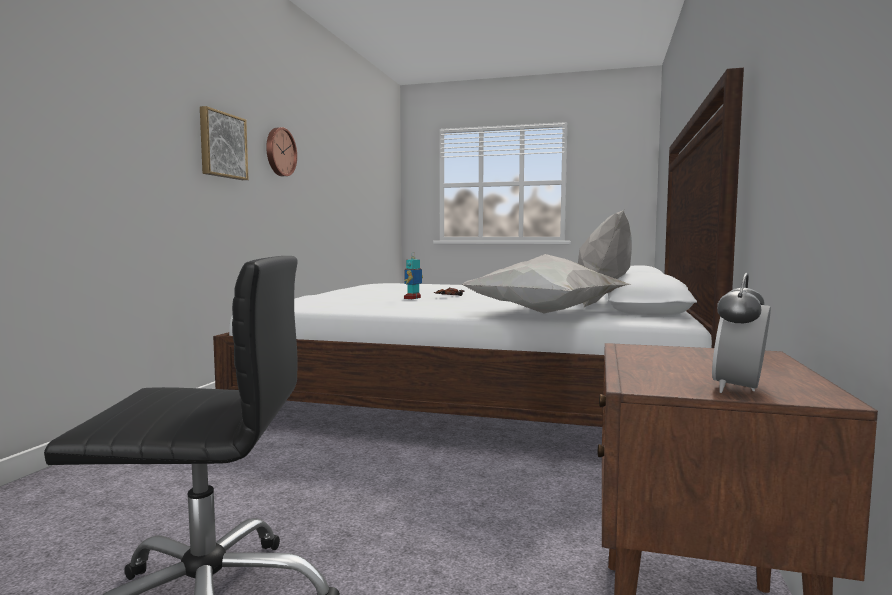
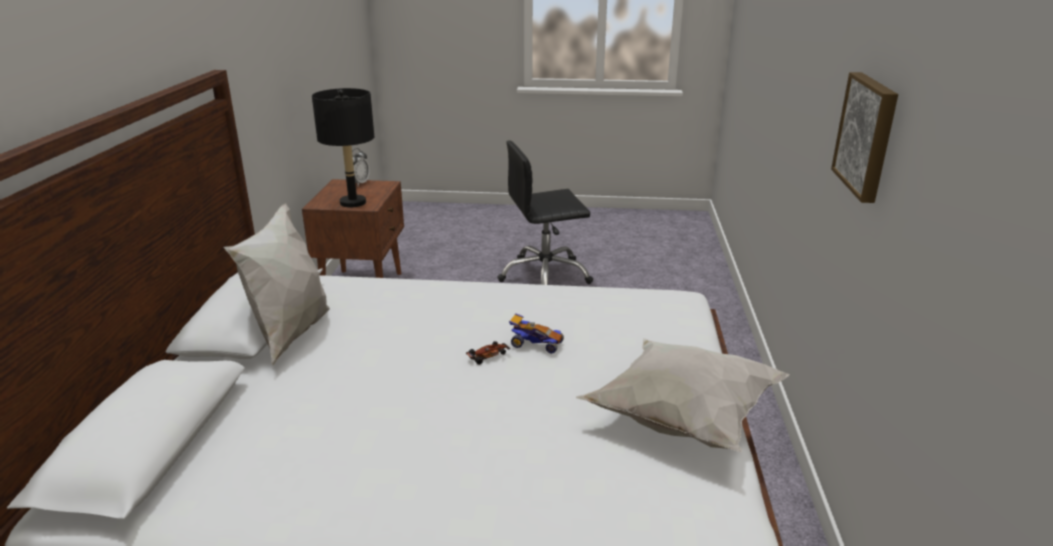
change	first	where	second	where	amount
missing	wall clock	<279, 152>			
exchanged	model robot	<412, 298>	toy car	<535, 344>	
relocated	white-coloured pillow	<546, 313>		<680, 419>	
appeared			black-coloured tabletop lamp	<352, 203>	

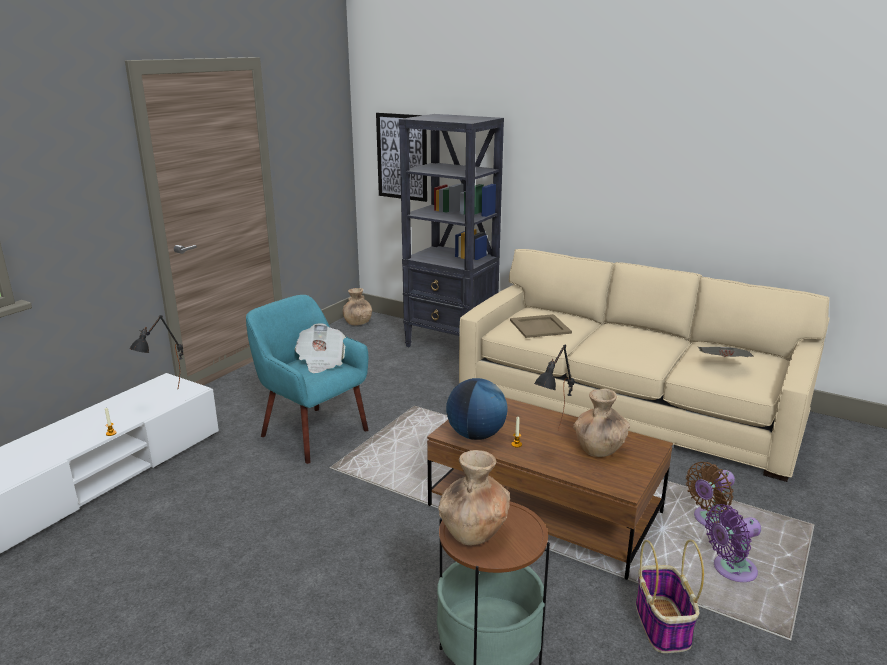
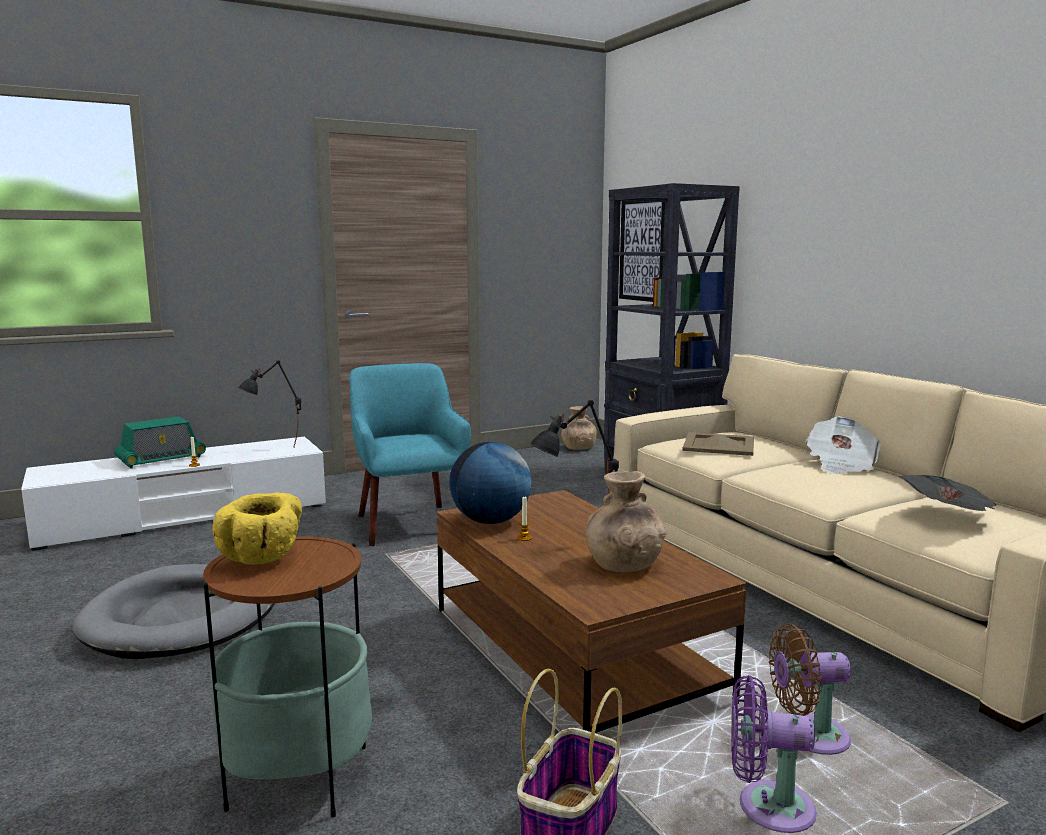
change	first	where	second	where	amount
relocated	printed paper	<321, 361>		<841, 465>	
exchanged	brown-coloured decorative vase	<474, 531>	yellow serving bowl	<263, 557>	
appeared			radio	<161, 459>	
appeared			gray dog bed	<184, 617>	

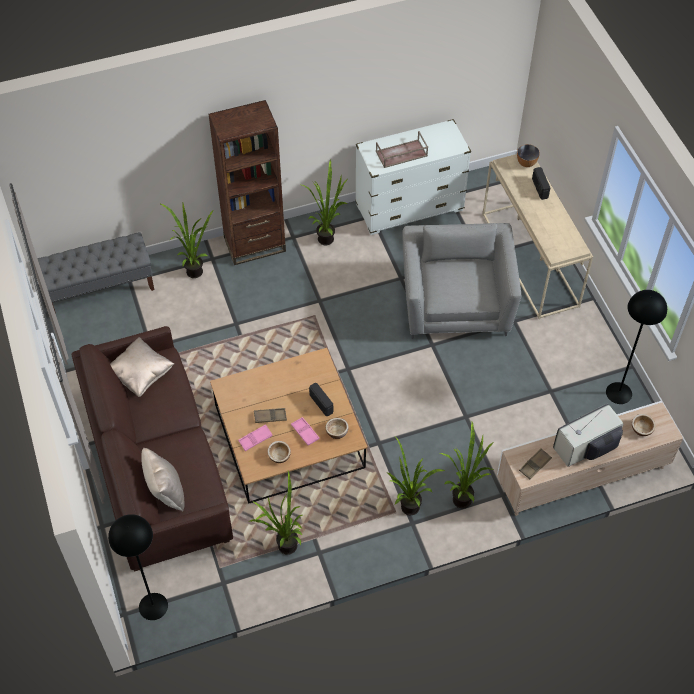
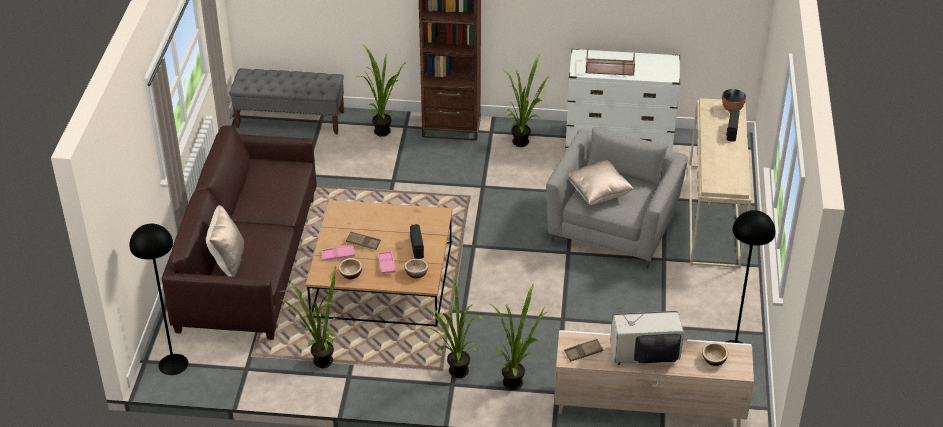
change	first	where	second	where	amount
relocated	beige-coloured pillow	<141, 374>		<598, 193>	

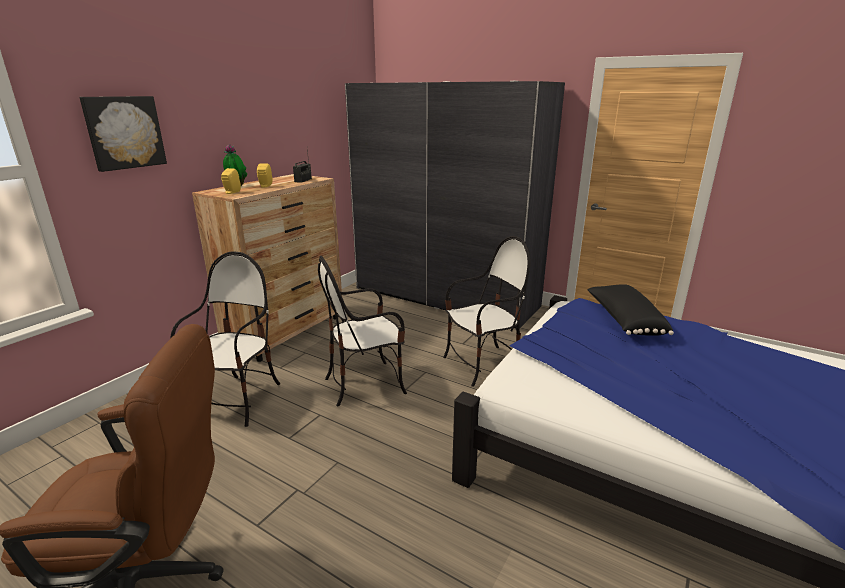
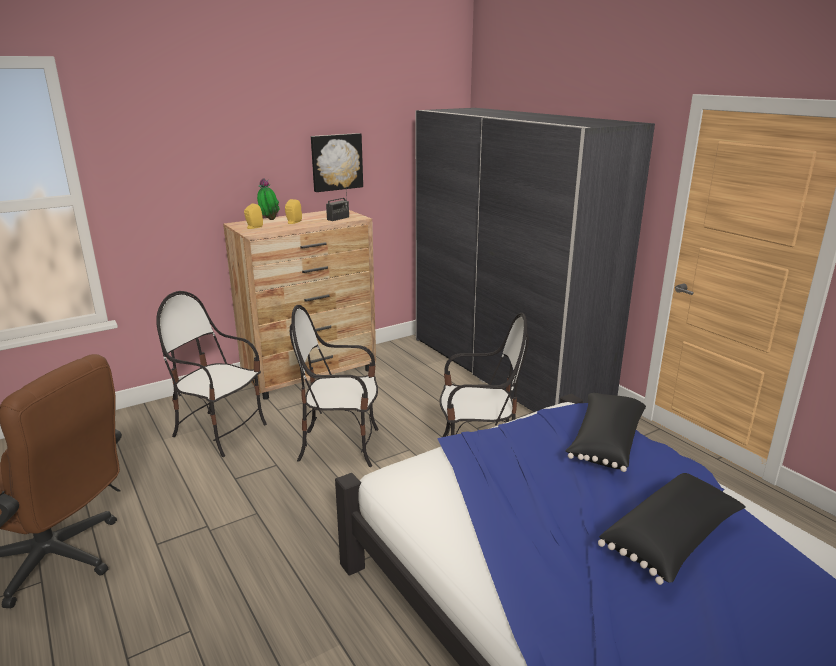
change	first	where	second	where	amount
relocated	wall picture	<124, 132>		<336, 162>	
spun	upright chair	<237, 400>		<220, 432>	105 degrees counterclockwise
appeared			black-coloured pillow	<672, 540>	

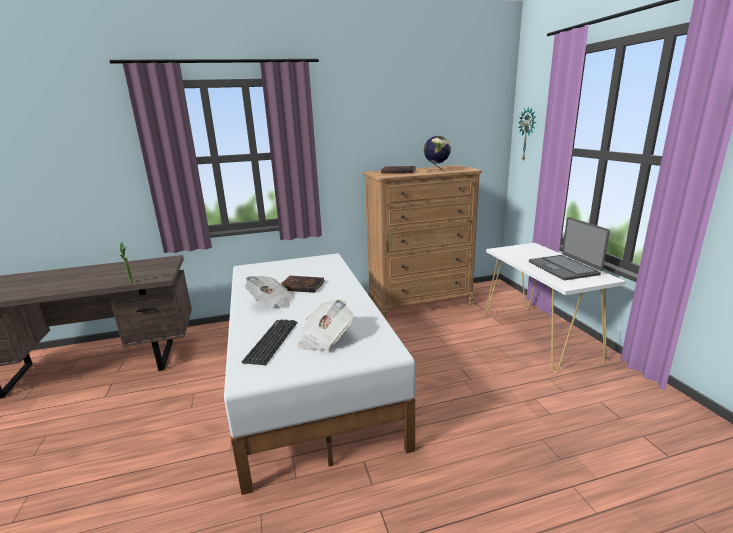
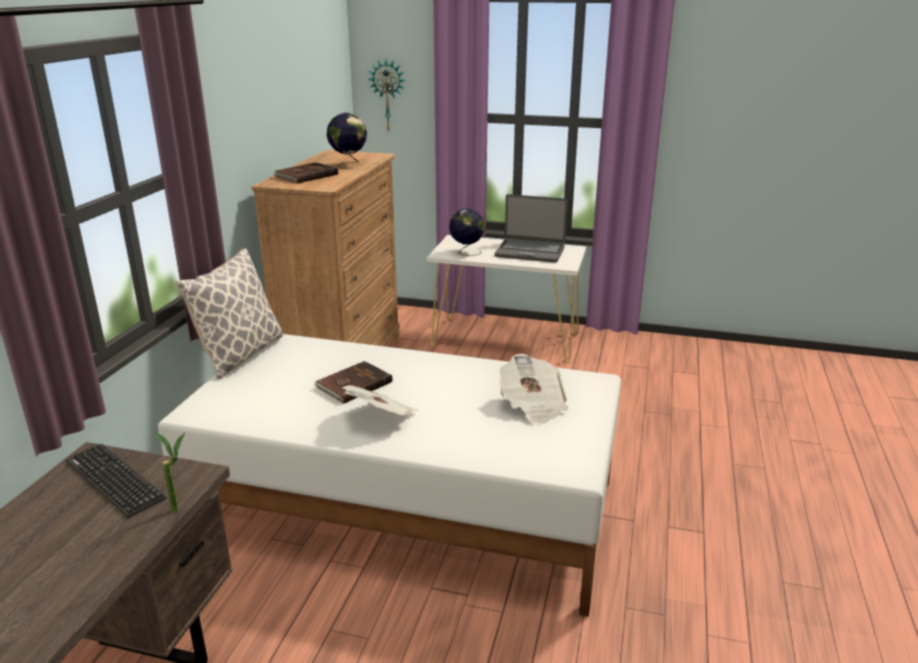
change	first	where	second	where	amount
relocated	PC keyboard	<271, 341>		<114, 480>	
appeared			desk globe	<466, 252>	
appeared			pillow	<239, 354>	

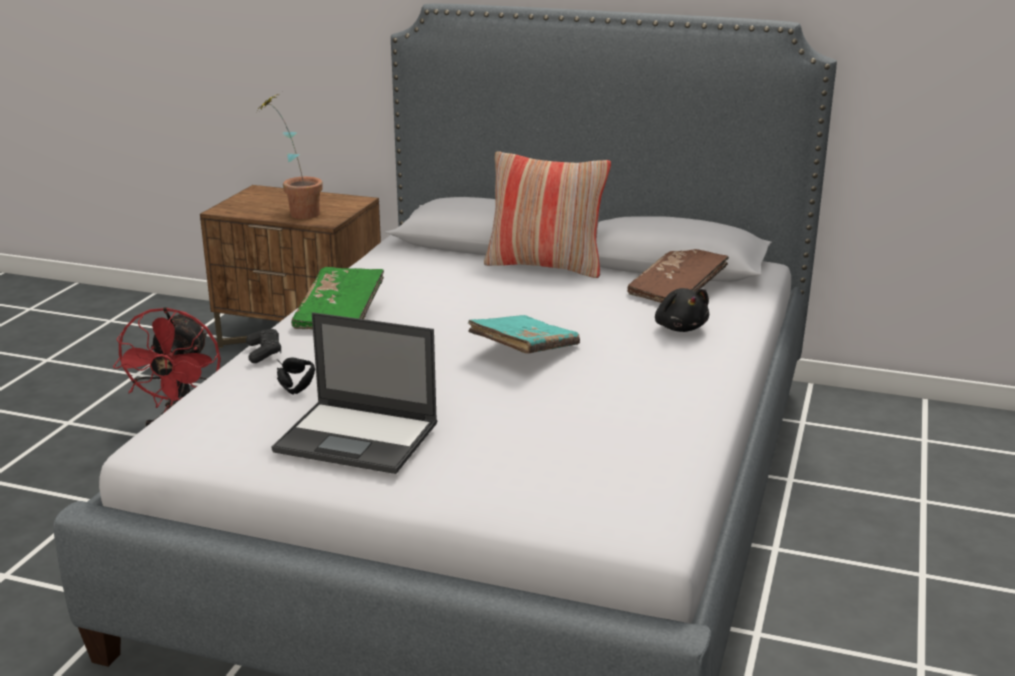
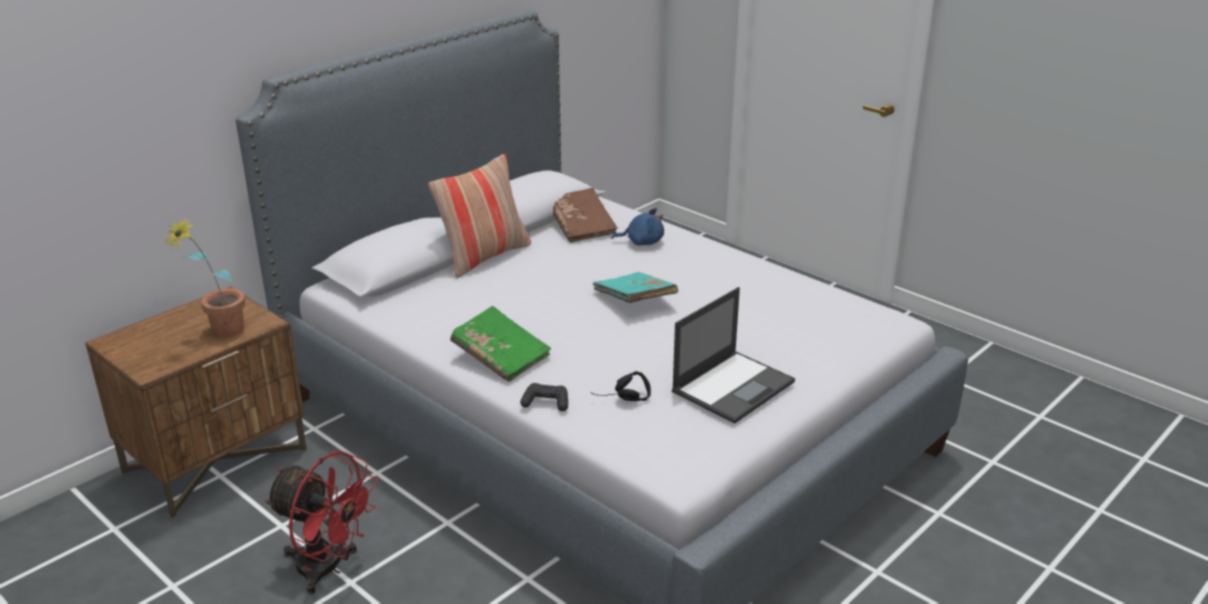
change	first	where	second	where	amount
colour	black-coloured cuddly toy	<680, 327>	blue cuddly toy	<642, 242>	

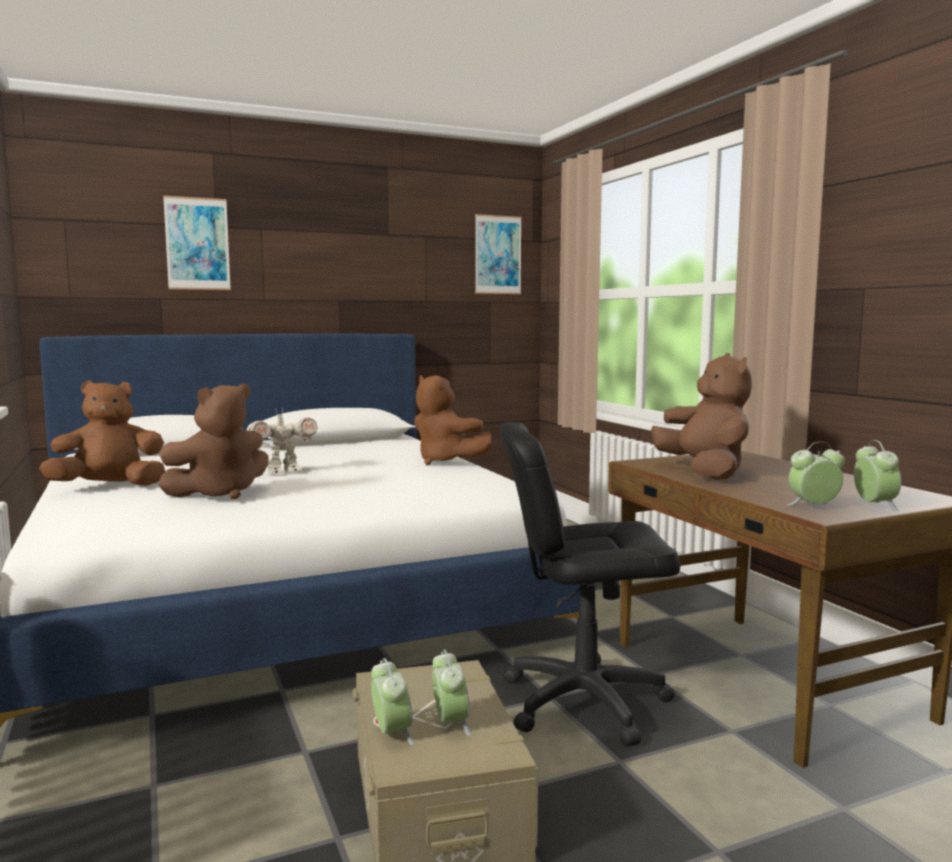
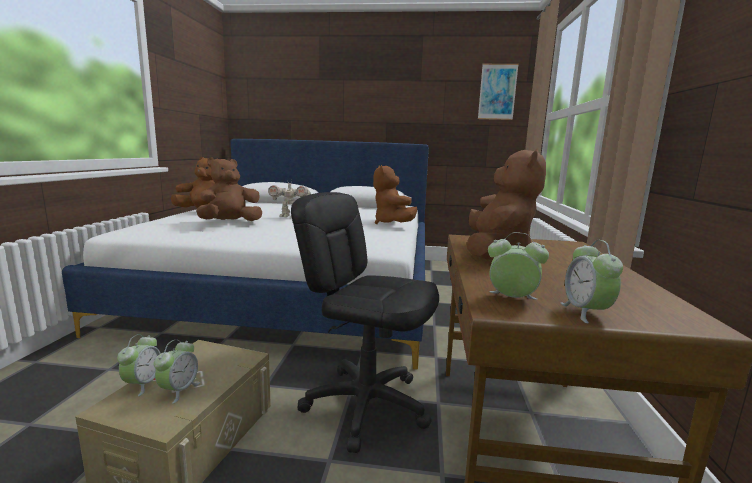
change	first	where	second	where	amount
missing	wall picture	<197, 244>			
spun	brown-coloured cuddly toy	<219, 493>		<230, 222>	150 degrees clockwise
spun	table clock	<874, 505>		<586, 312>	150 degrees clockwise

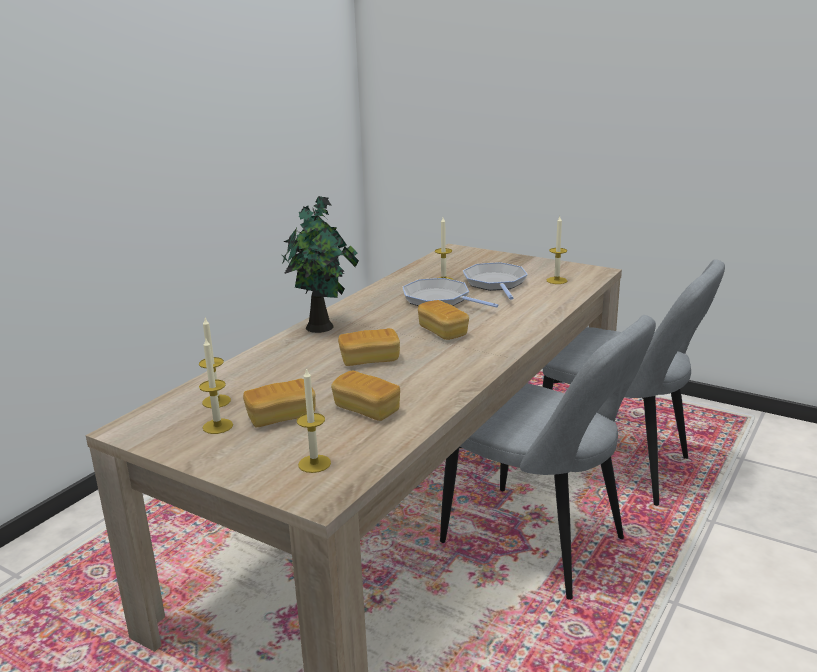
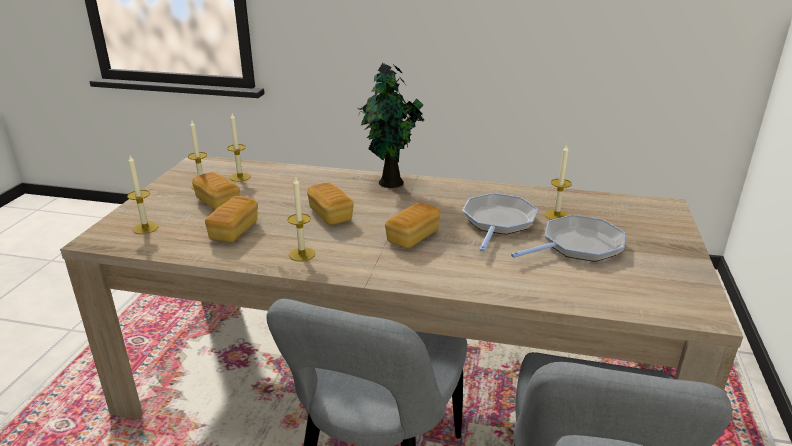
change	first	where	second	where	amount
relocated	wax light	<556, 280>		<302, 254>	

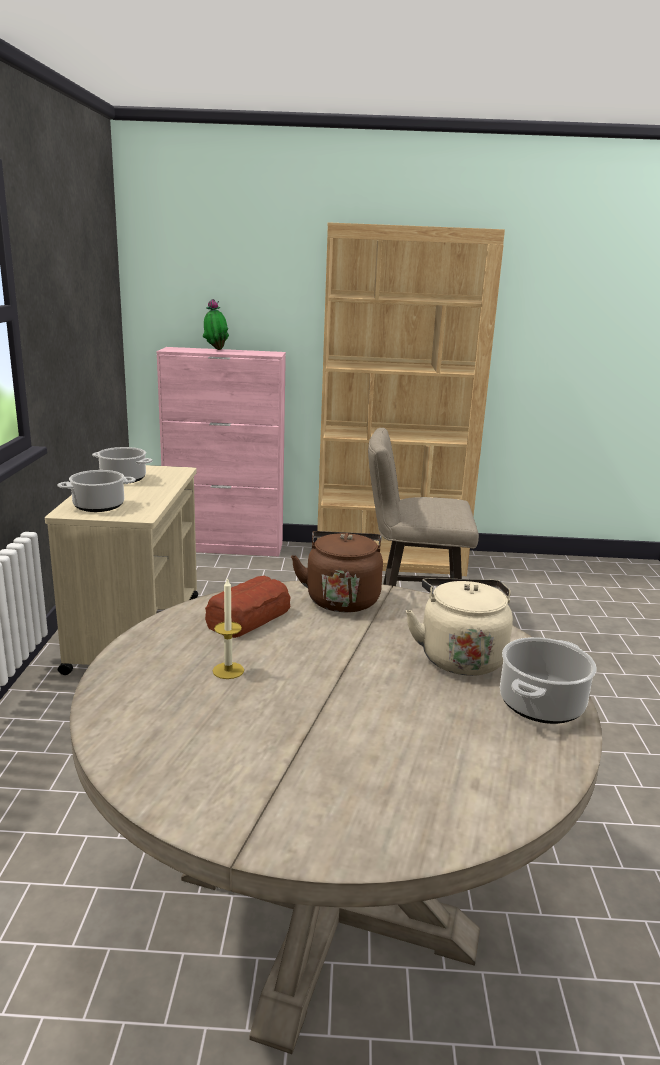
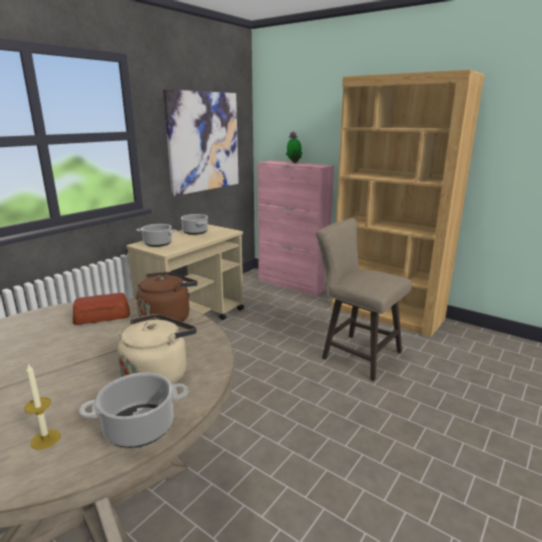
change	first	where	second	where	amount
relocated	wax light	<228, 670>		<45, 439>	
appeared			wall picture	<203, 142>	

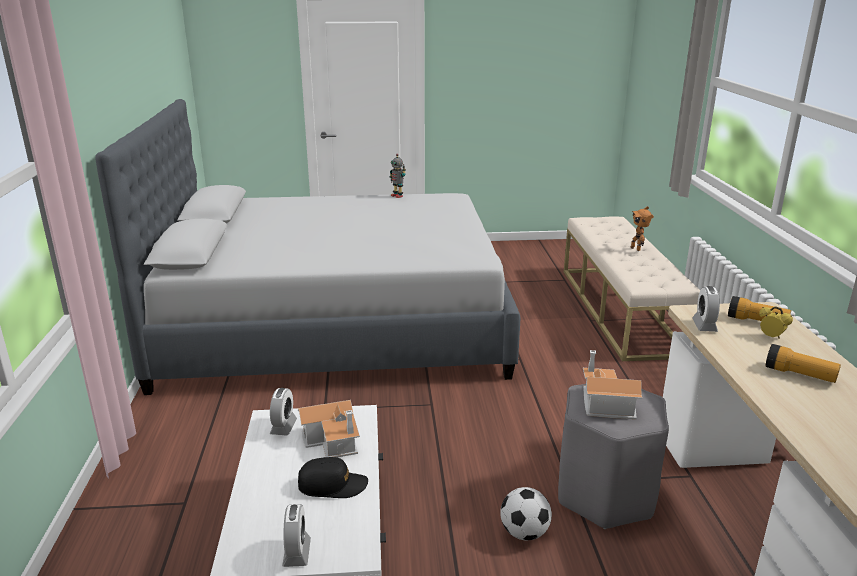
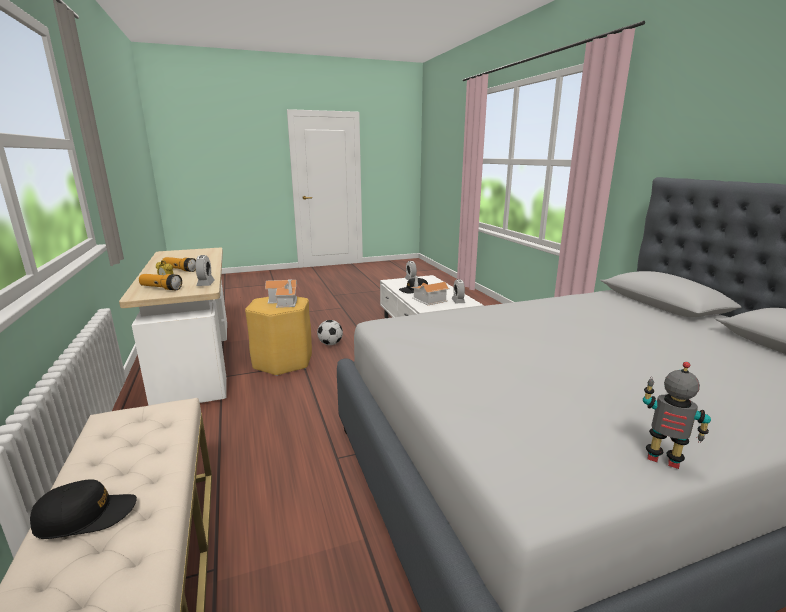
change	first	where	second	where	amount
exchanged	model robot	<636, 249>	black-coloured baseball cap	<86, 516>	
colour	gray stool seat	<604, 494>	yellow stool seat	<283, 362>	

